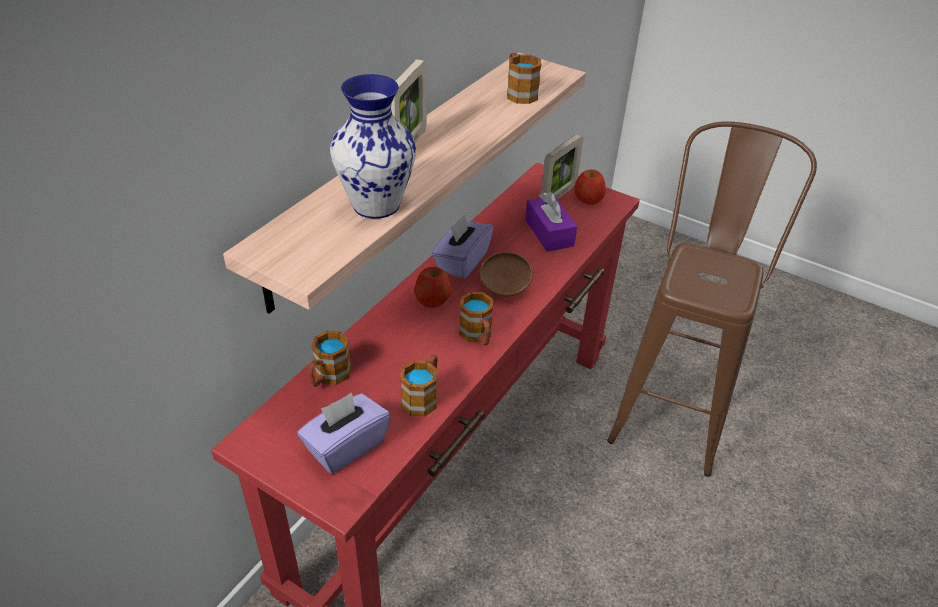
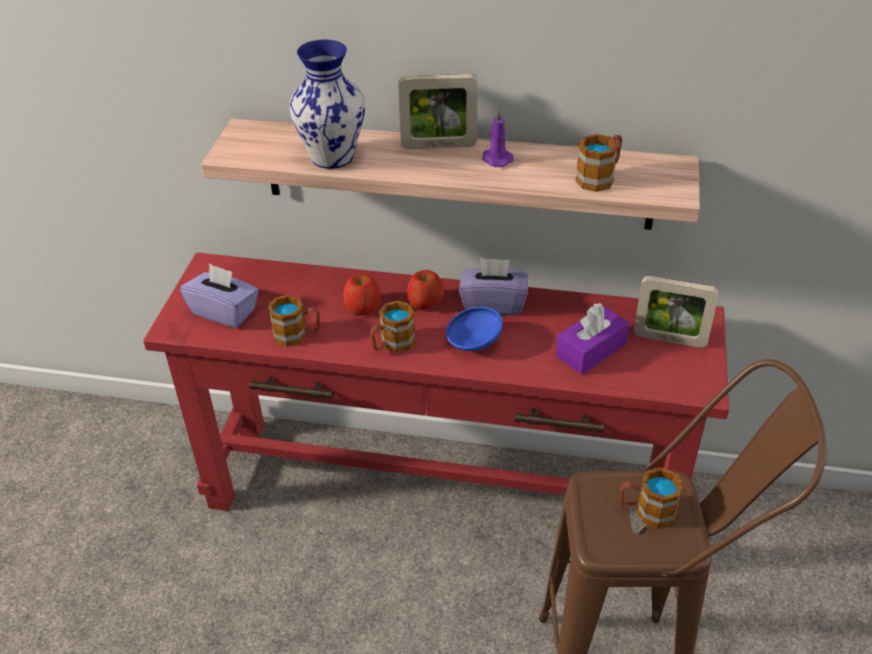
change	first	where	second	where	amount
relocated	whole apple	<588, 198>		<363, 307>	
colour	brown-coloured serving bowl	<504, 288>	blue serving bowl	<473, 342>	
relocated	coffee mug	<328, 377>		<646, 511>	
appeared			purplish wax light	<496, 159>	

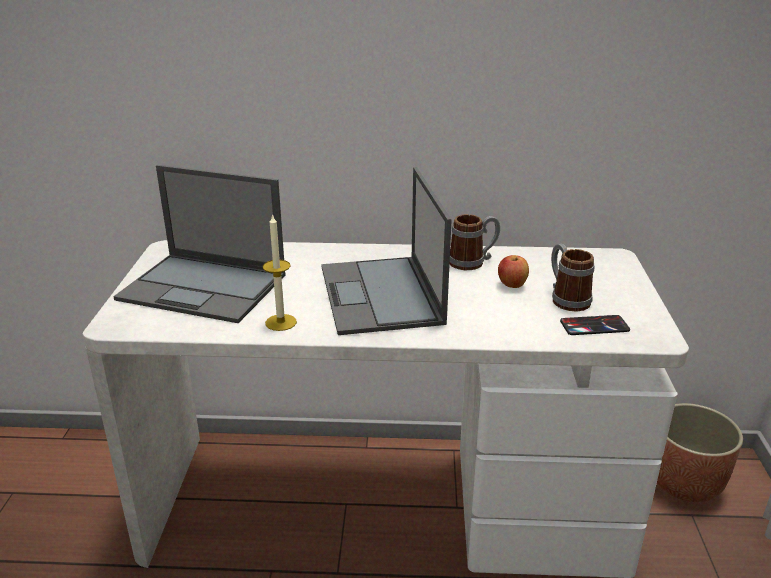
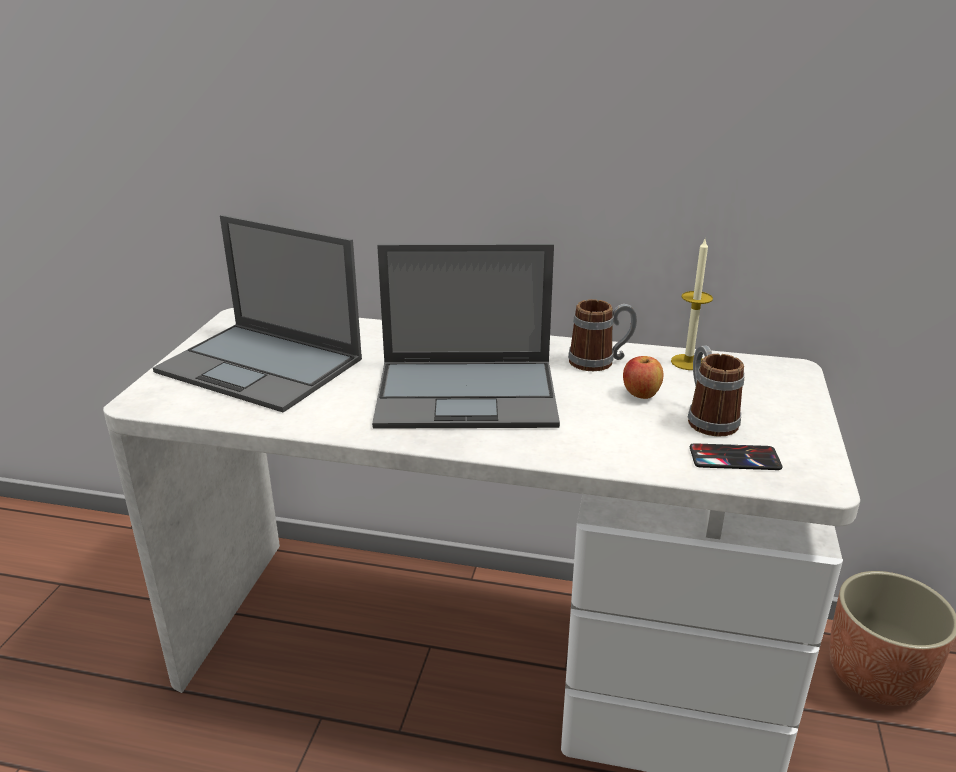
change	first	where	second	where	amount
spun	laptop	<381, 295>		<469, 394>	90 degrees counterclockwise
relocated	wax light	<281, 322>		<688, 362>	

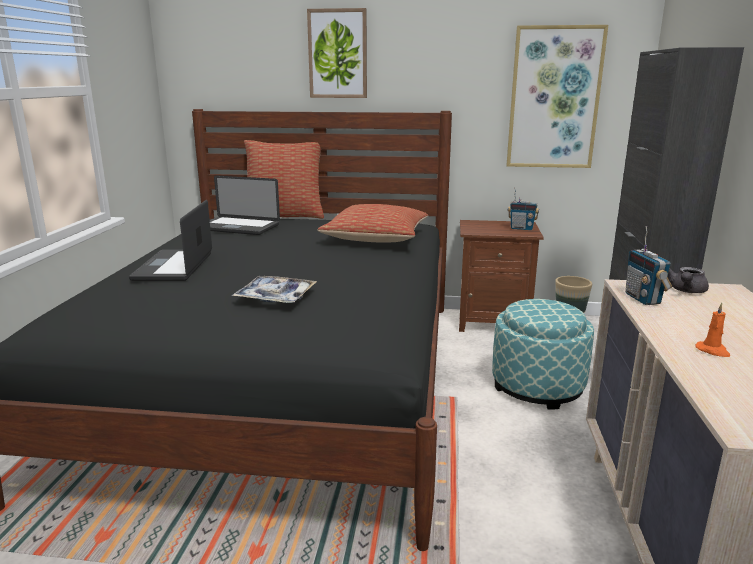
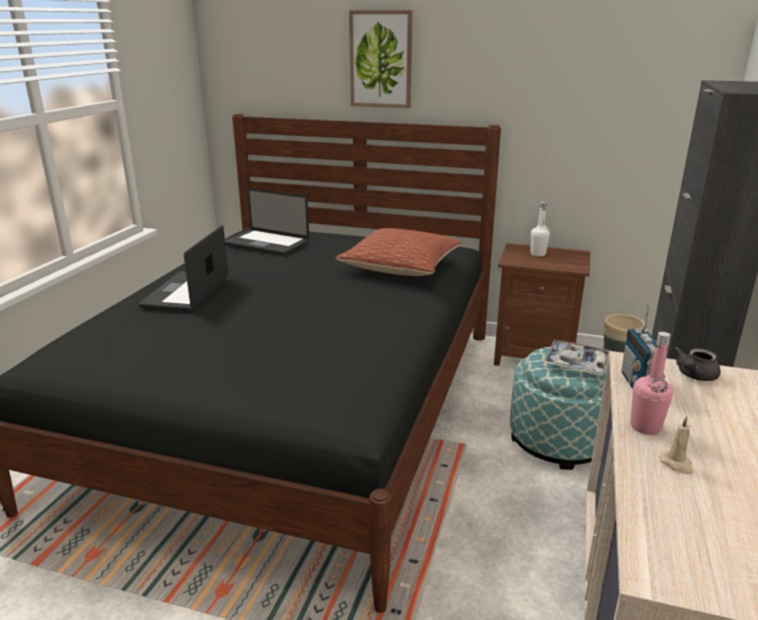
change	first	where	second	where	amount
missing	wall picture	<554, 98>			
missing	pillow	<285, 215>			
missing	radio	<521, 228>			
relocated	tray	<275, 297>		<576, 364>	
colour	orangey wax light	<713, 351>	beige-coloured wax light	<676, 464>	
appeared			white-coloured drink bottle	<538, 254>	
appeared			pink-coloured drink bottle	<645, 427>	

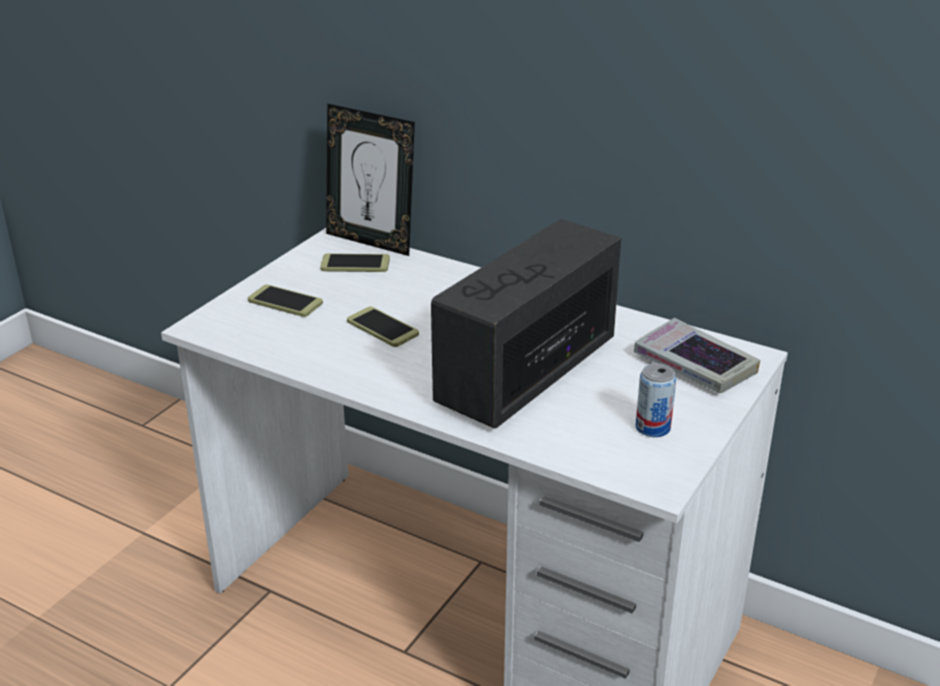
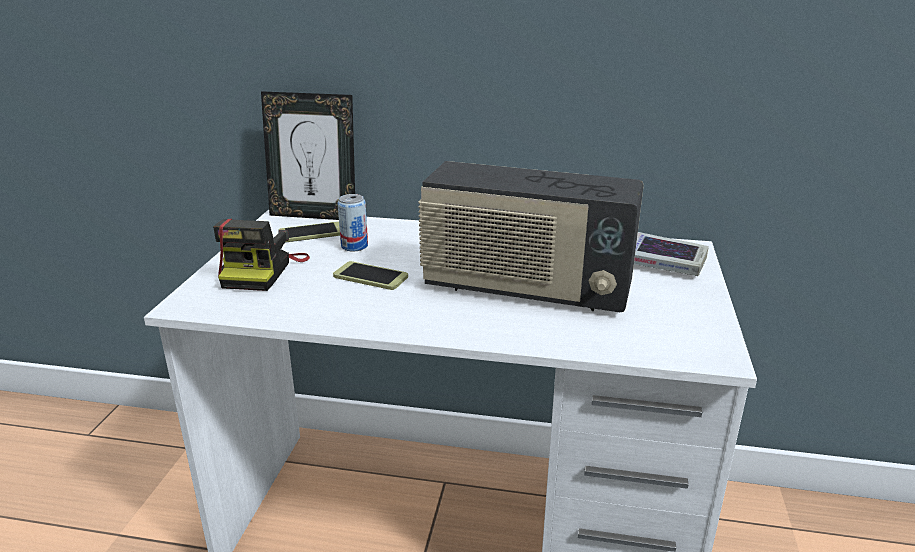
change	first	where	second	where	amount
spun	radio	<525, 372>		<525, 289>	90 degrees counterclockwise
exchanged	phone	<285, 302>	still camera	<262, 271>	
relocated	can	<652, 428>		<354, 246>	

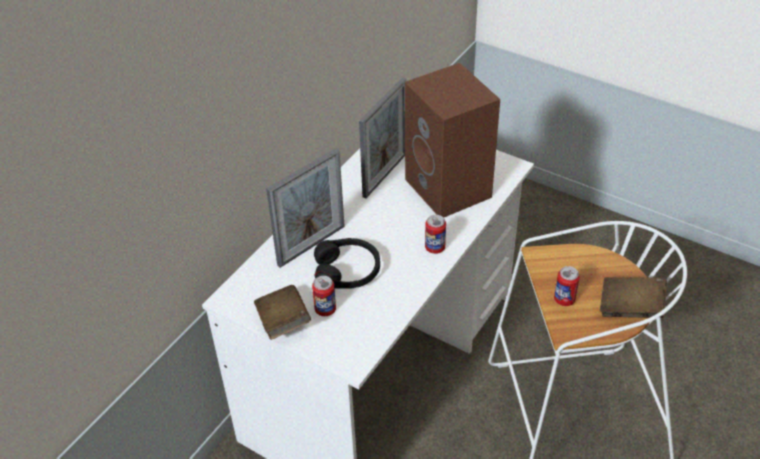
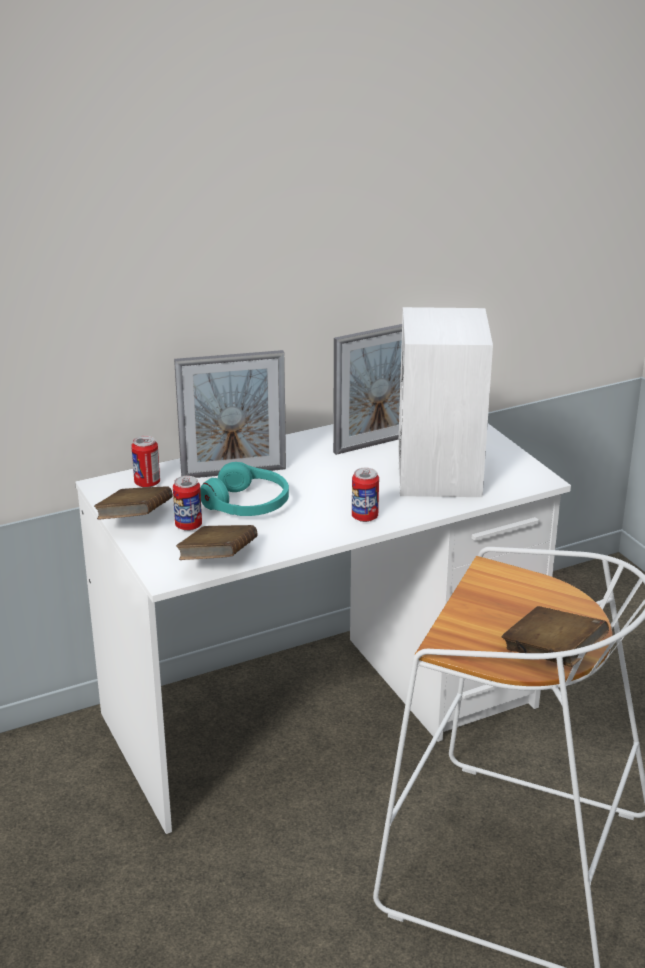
change	first	where	second	where	amount
colour	brown-coloured speaker	<450, 189>	white-coloured speaker	<441, 475>	
colour	black-coloured headphones	<347, 271>	blue-green headphones	<247, 504>	
relocated	can	<564, 300>		<147, 483>	
appeared			brown-coloured bound book	<218, 561>	

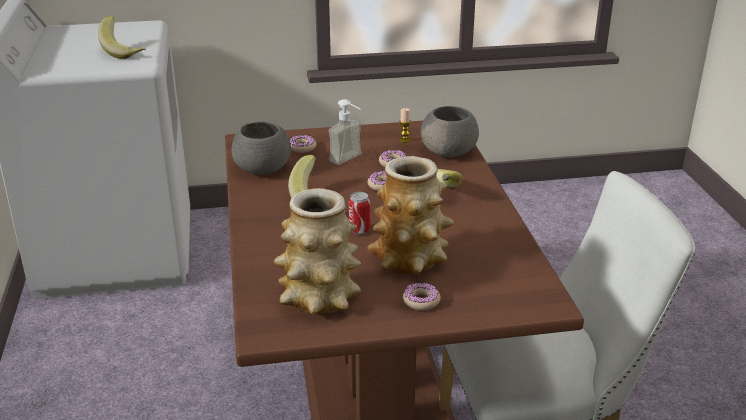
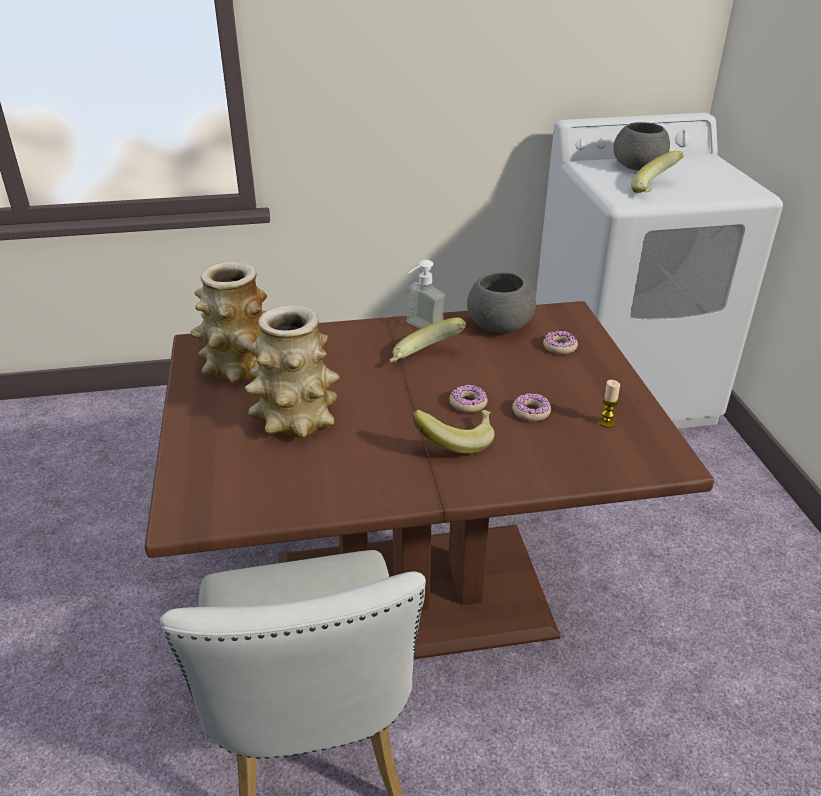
change	first	where	second	where	amount
relocated	soap dispenser	<350, 160>		<419, 329>	
relocated	gray serving bowl	<449, 151>		<638, 167>	
missing	can	<359, 230>			
missing	doughnut	<421, 301>			

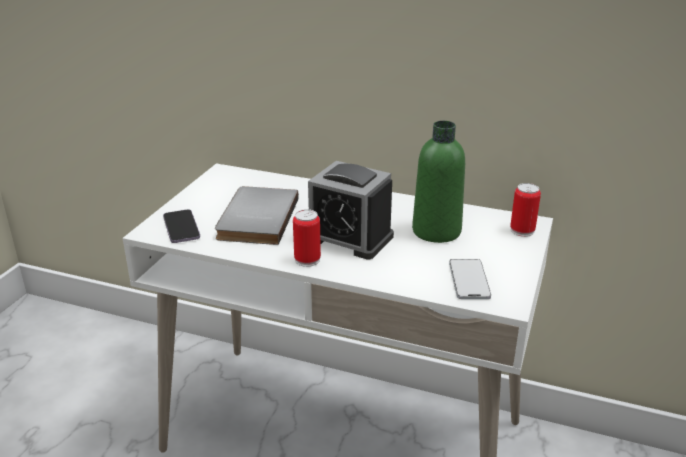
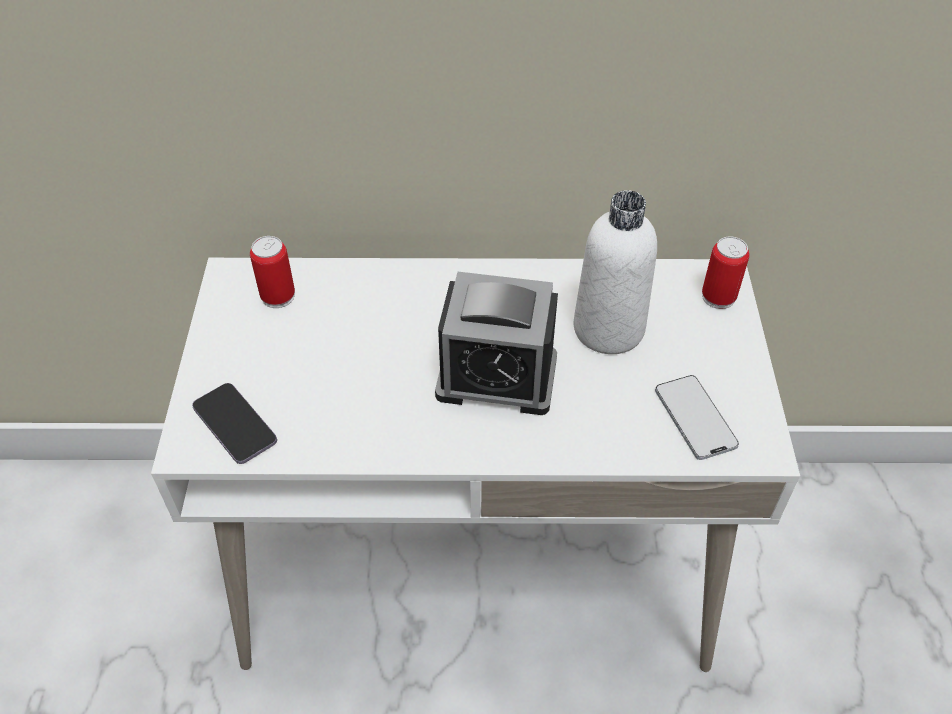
change	first	where	second	where	amount
colour	green-coloured drink bottle	<436, 231>	white-coloured drink bottle	<608, 329>	
missing	gray bound book	<255, 218>			
relocated	can	<307, 260>		<278, 296>	

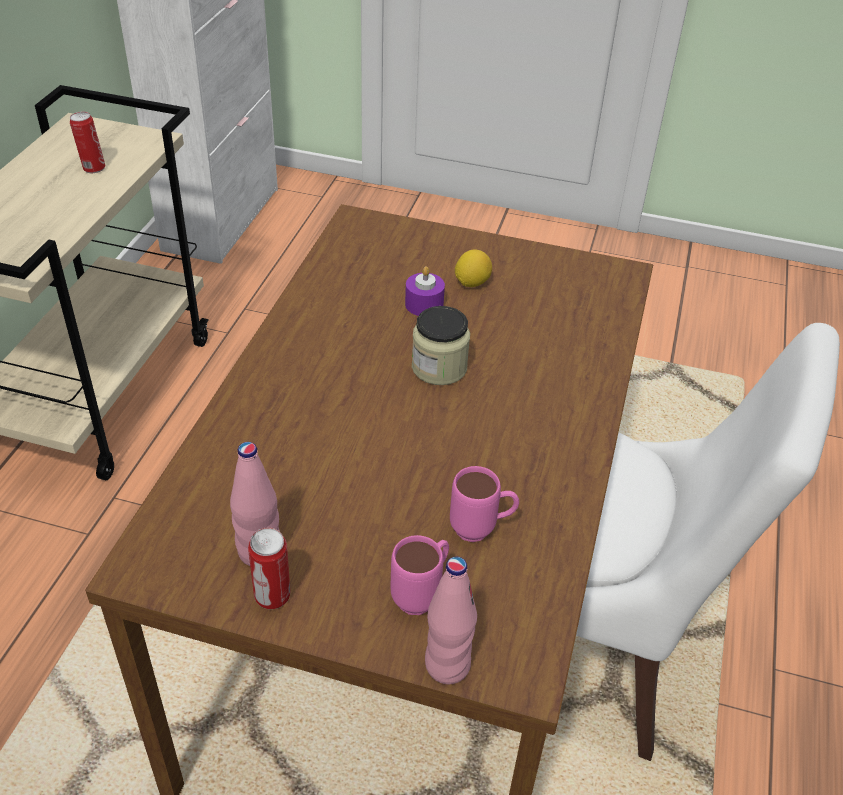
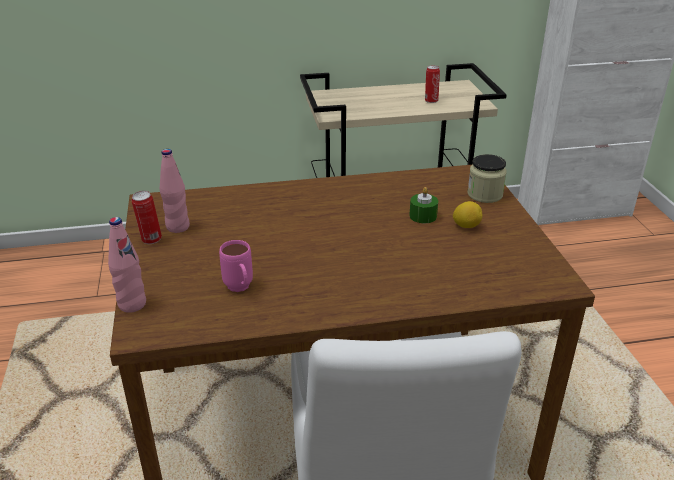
change	first	where	second	where	amount
colour	purplish wax light	<424, 304>	green-coloured wax light	<423, 216>	
relocated	storage jar	<439, 367>		<484, 194>	
missing	pink-coloured coffee mug	<422, 595>			

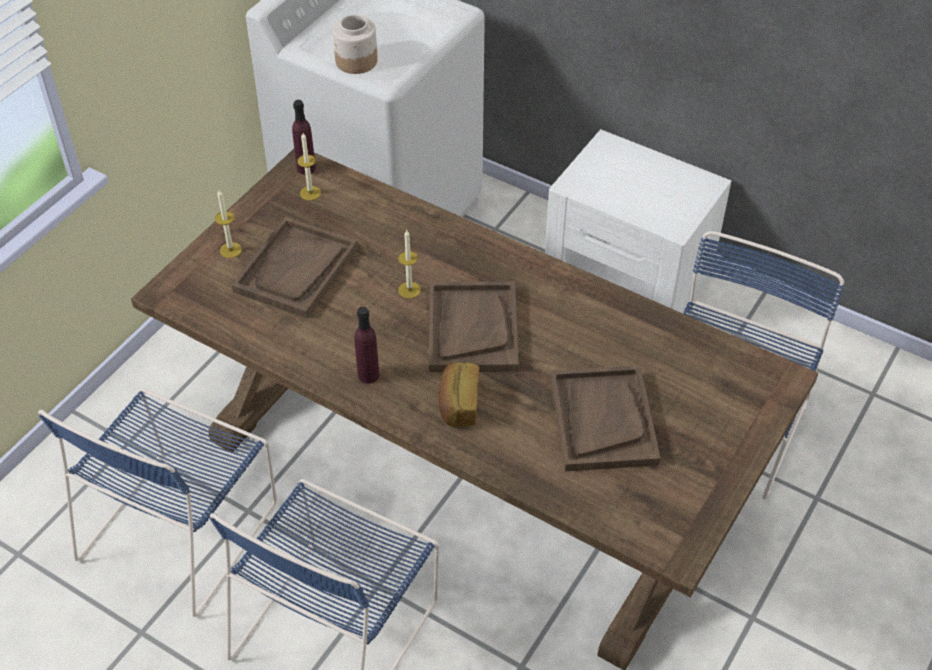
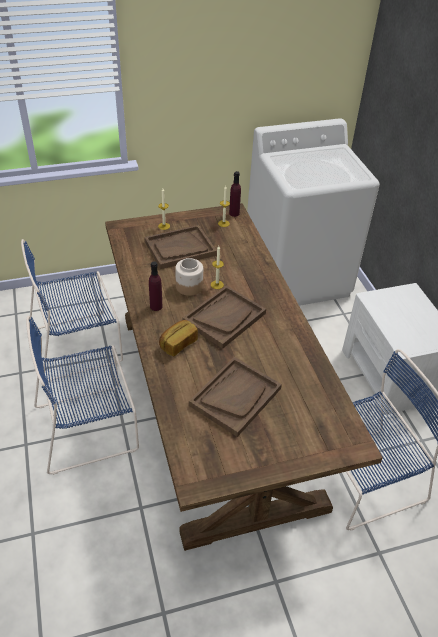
change	first	where	second	where	amount
relocated	storage jar	<356, 61>		<189, 287>	

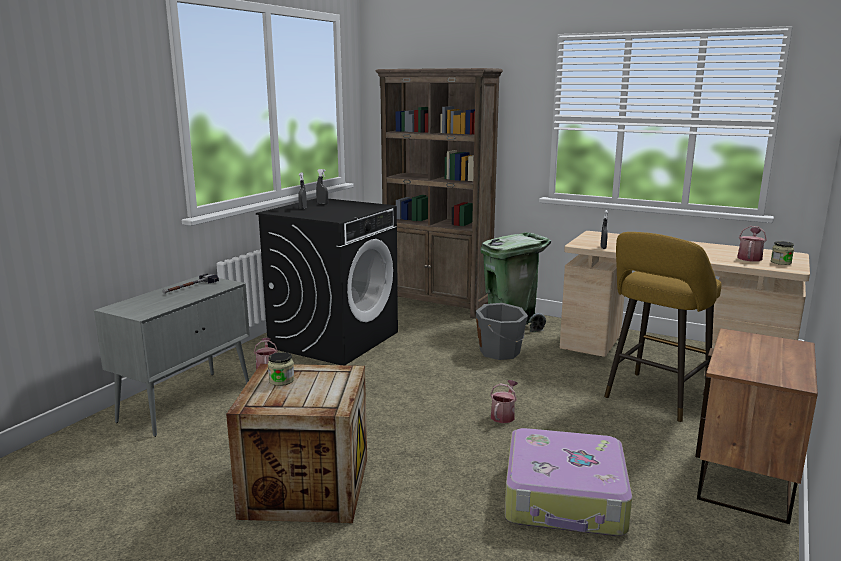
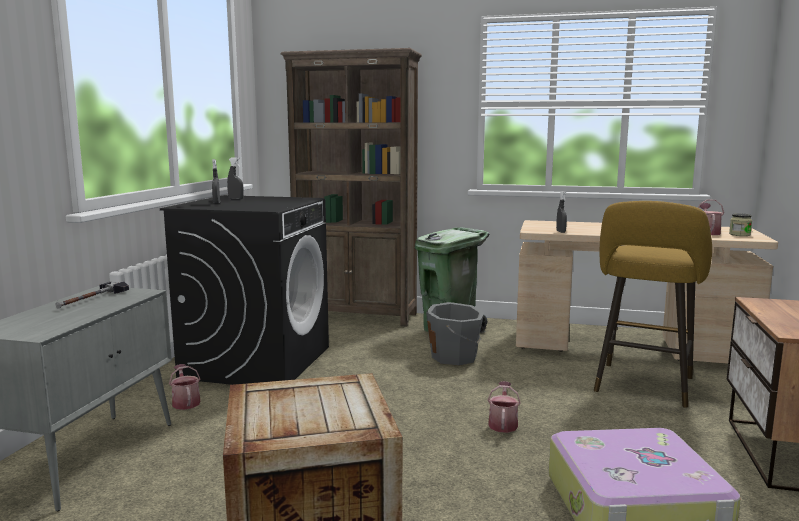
change	first	where	second	where	amount
missing	storage jar	<281, 380>			

